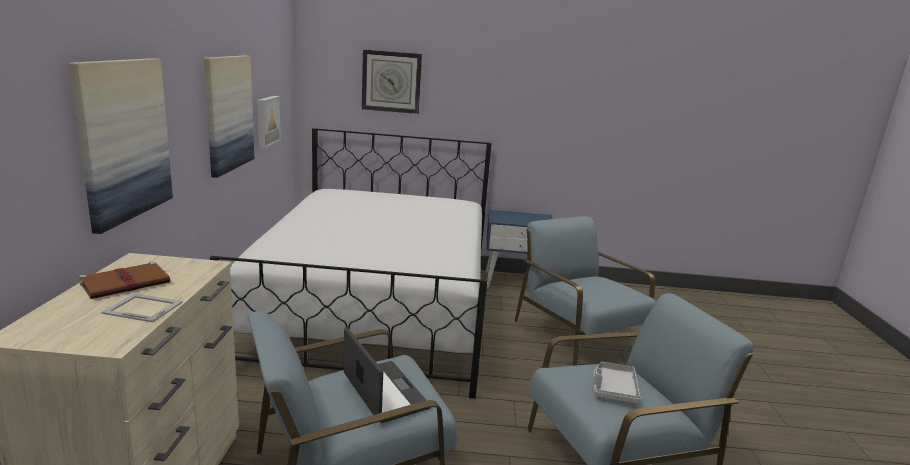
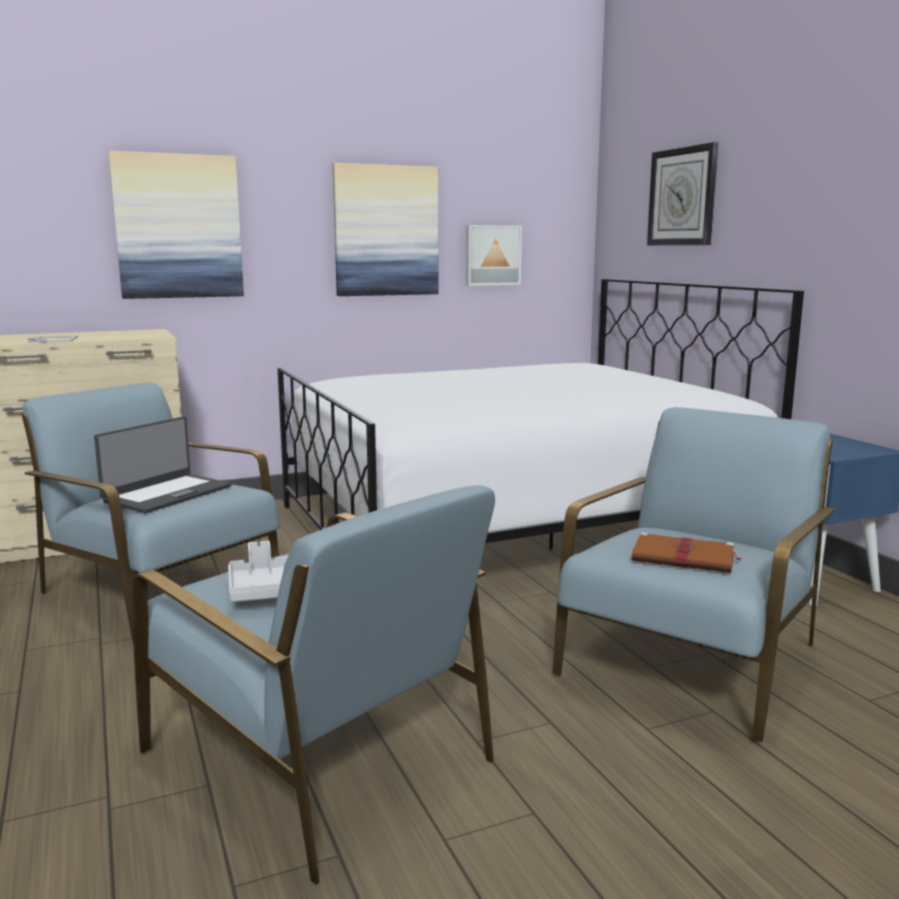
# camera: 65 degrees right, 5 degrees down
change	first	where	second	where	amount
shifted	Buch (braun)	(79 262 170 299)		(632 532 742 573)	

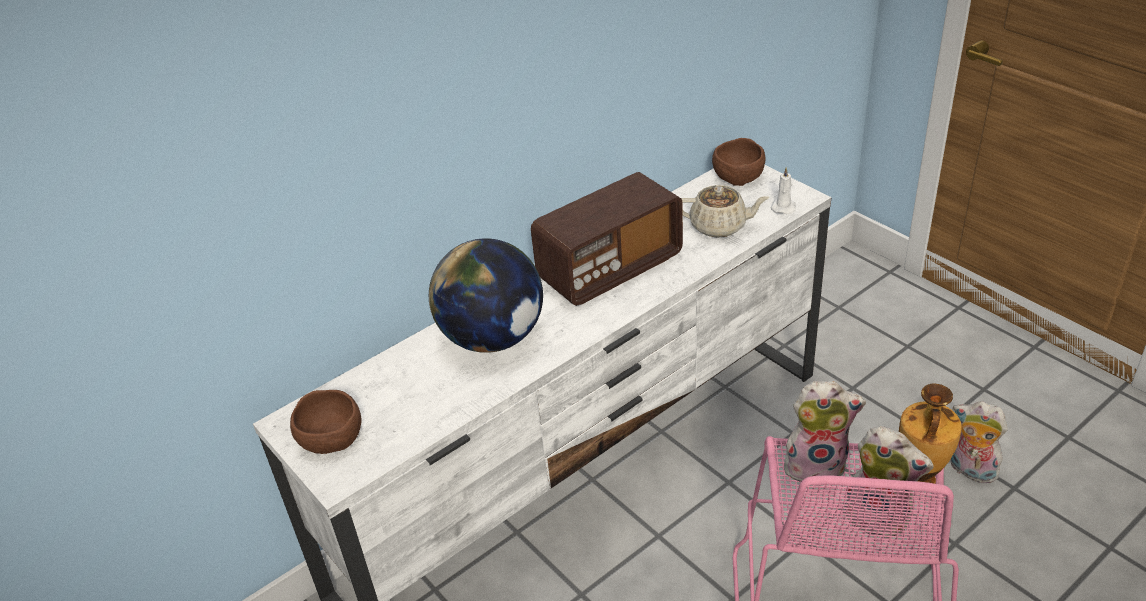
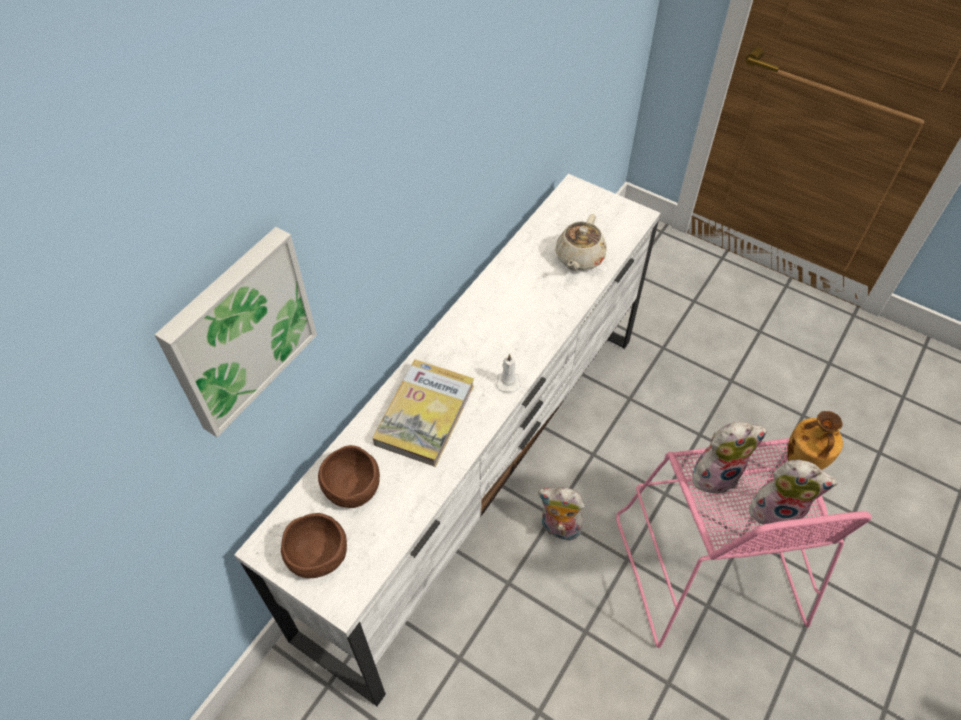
# camera: 20 degrees left, 15 degrees up
change	first	where	second	where	amount
shifted	Schüssel (braun)	(712 138 765 186)		(318 445 380 508)	
shifted	Kerze (weiß)	(771 167 796 214)		(496 353 521 392)	
gone	Radio	(531 172 683 306)			
rotated	Teekanne (beige)	(681 185 770 238)		(555 214 607 271)	120 degrees clockwise
swapped	Globus	(429 238 543 353)	Buch	(372 359 474 467)	
shifted	Plüschtier	(950 401 1008 483)		(538 487 585 541)	
new			Bild	(155 227 317 437)	

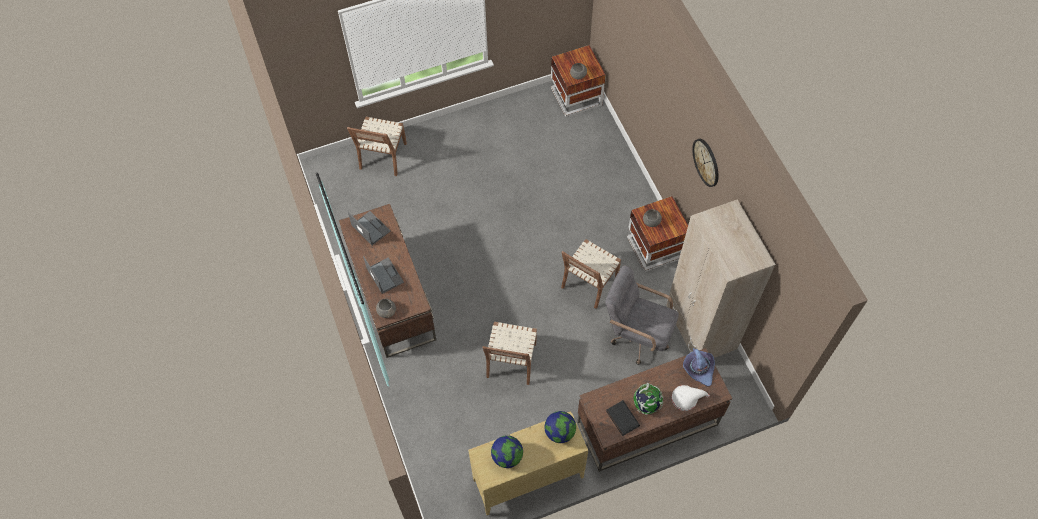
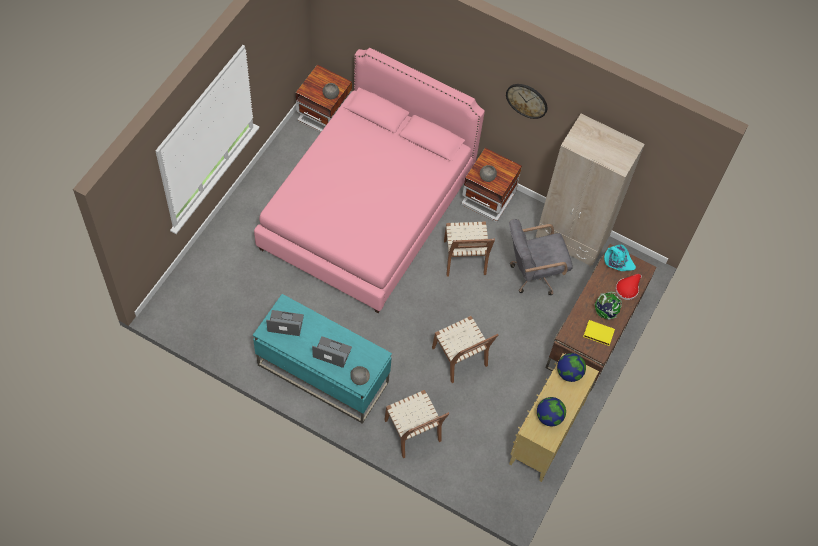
# camera: 45 degrees left, 0 degrees up
change	first	where	second	where	amount
shifted	Stuhl	(347 117 407 176)		(385 390 449 458)	
repainted	Schreibtisch (braun)	(339 204 436 358)	Schreibtisch (türkis)	(253 294 392 424)	
repainted	Hut (lila)	(683 348 715 386)	Hut (türkis)	(604 244 636 271)	
repainted	Hut (weiß)	(671 385 710 411)	Hut (rot)	(615 274 642 300)	
repainted	Buch (schwarz)	(606 400 640 436)	Buch (gelb)	(583 320 615 346)	
new			Bett (rosa)	(254 48 485 313)	

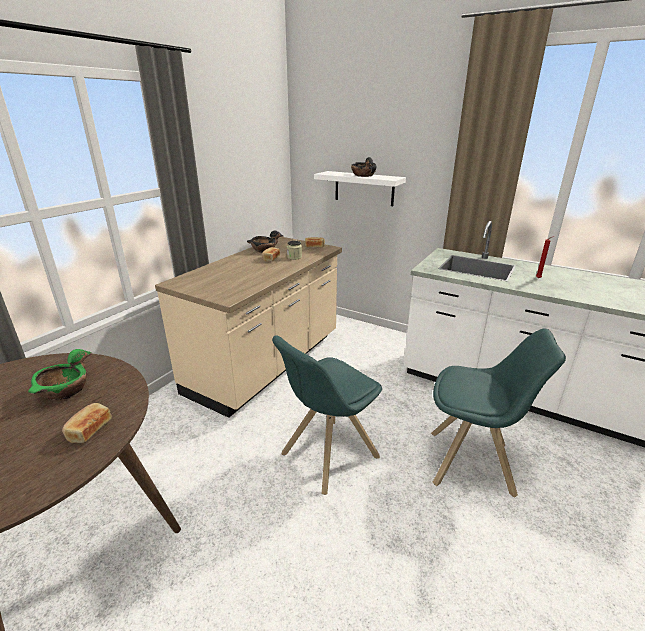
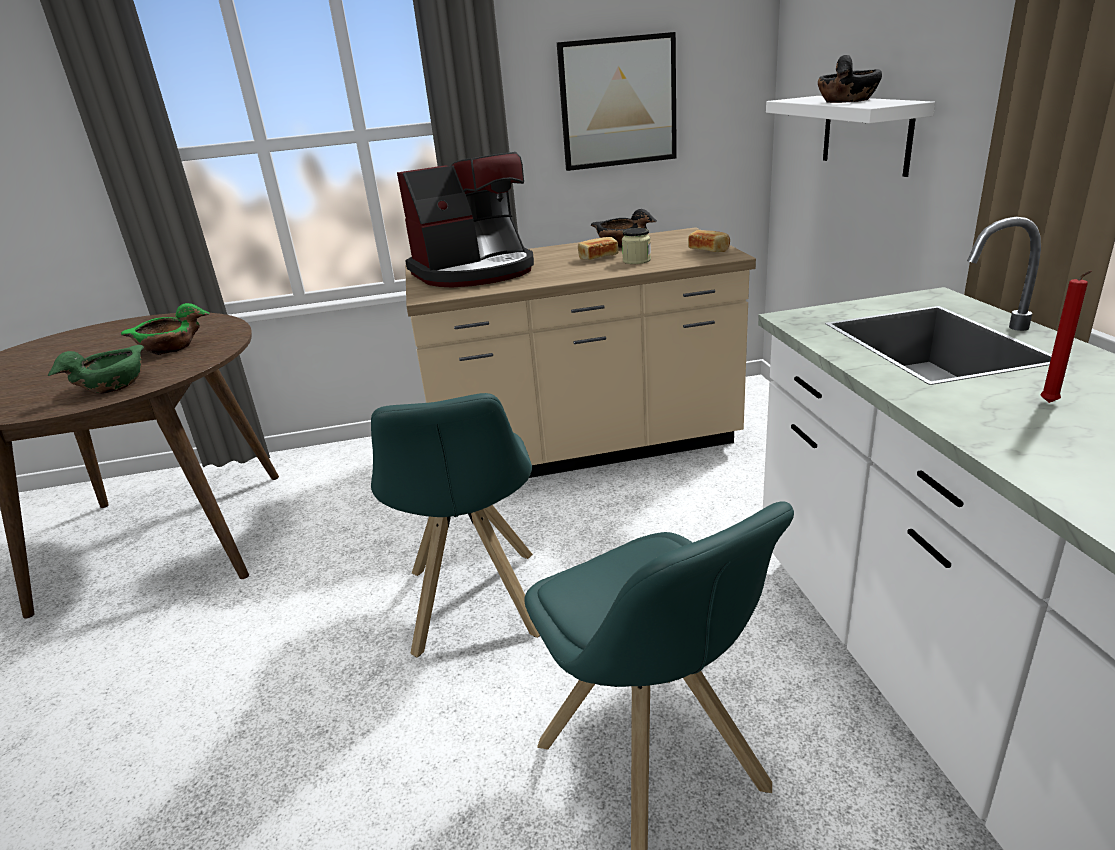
# camera: 50 degrees right, 0 degrees up
change	first	where	second	where	amount
rotated	Stuhl (türkis)	(272 336 382 495)		(371 393 540 657)	105 degrees counterclockwise
swapped	Brot	(62 403 112 443)	Schüssel (grün)	(48 345 144 394)	
new			Bild	(557 32 677 171)	
new			Kaffeemaschine	(397 152 534 288)	

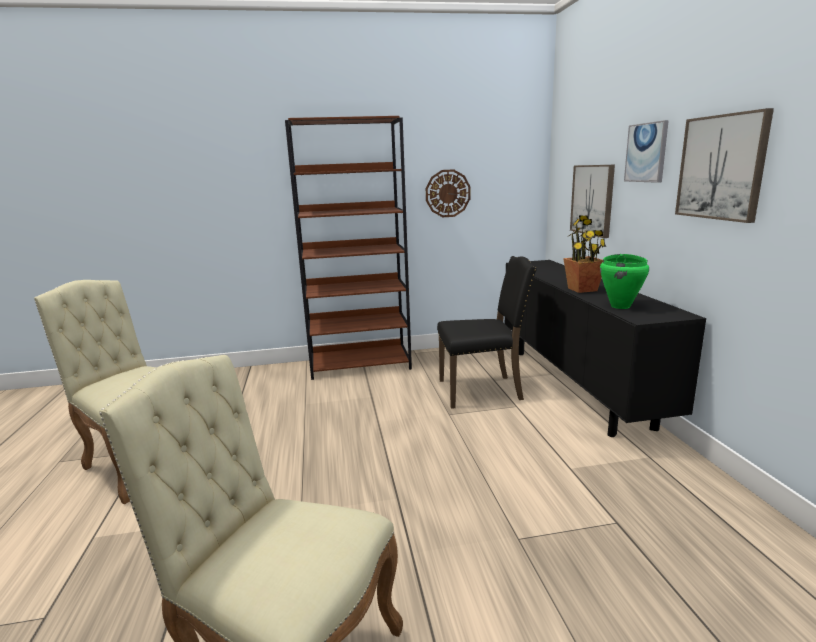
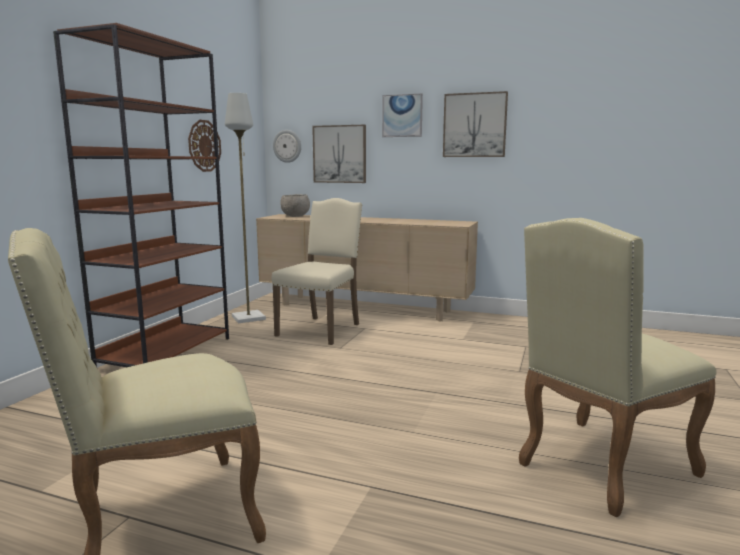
# camera: 60 degrees left, 5 degrees down
change	first	where	second	where	amount
gone	Topfpflanze	(563 216 606 293)			
gone	Kochtopf (grün)	(600 254 649 309)			
repainted	Stuhl (schwarz)	(437 256 537 409)	Stuhl (beige)	(271 198 362 345)	
repainted	Schrank (schwarz)	(505 260 706 437)	Schrank (beige)	(256 214 478 321)	
new			Stehlampe (grau)	(225 93 266 323)	
new			Wanduhr	(273 130 301 163)	
new			Schüssel (grau)	(280 194 310 217)	

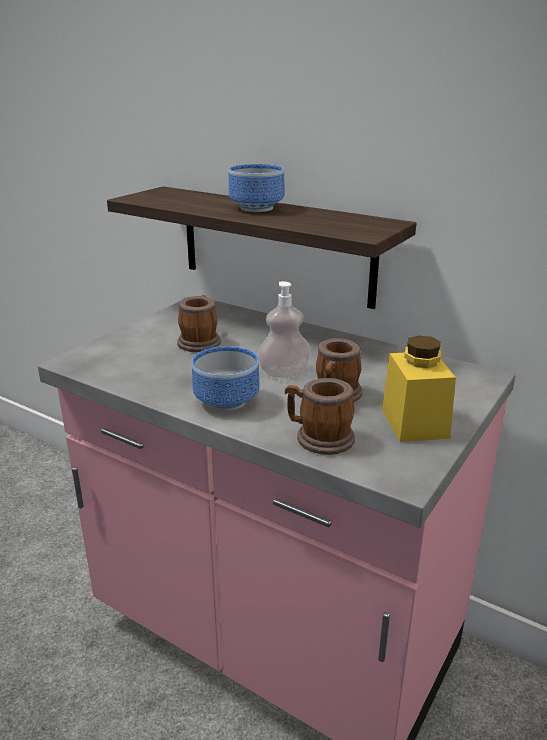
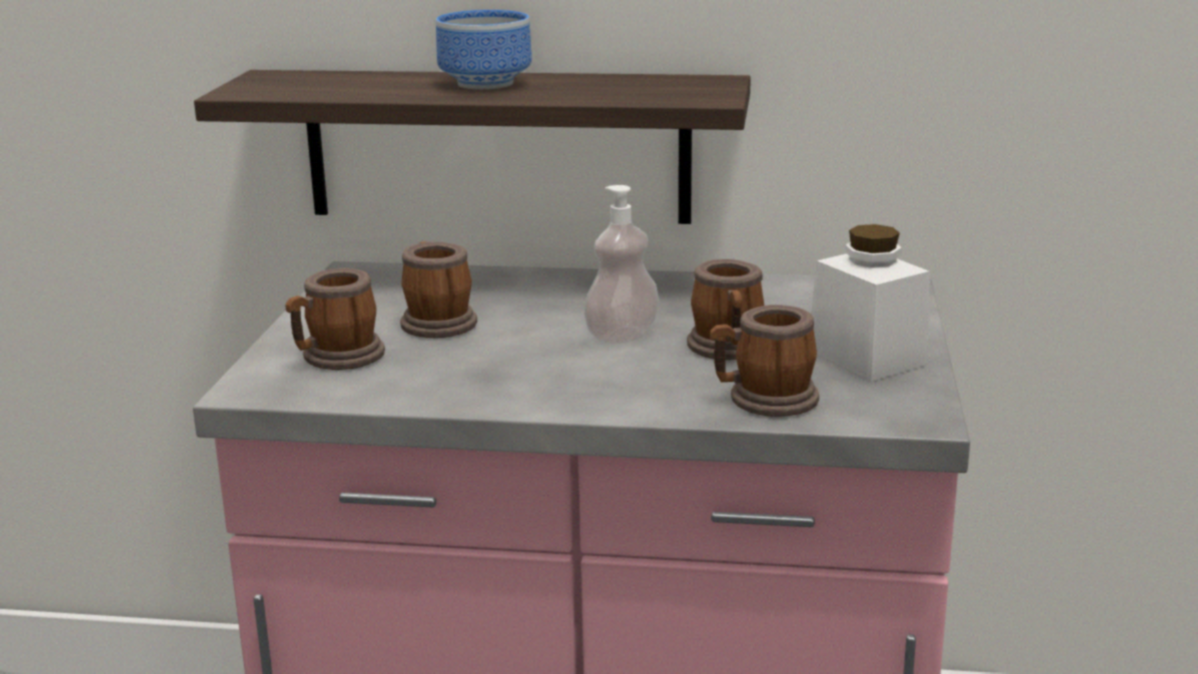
# camera: 25 degrees left, 5 degrees down
change	first	where	second	where	amount
repainted	Vorratsglas (gelb)	(382 336 456 442)	Vorratsglas (weiß)	(811 224 930 382)	
gone	Schüssel	(192 346 260 411)			
new			Henkelbecher	(285 268 385 370)	

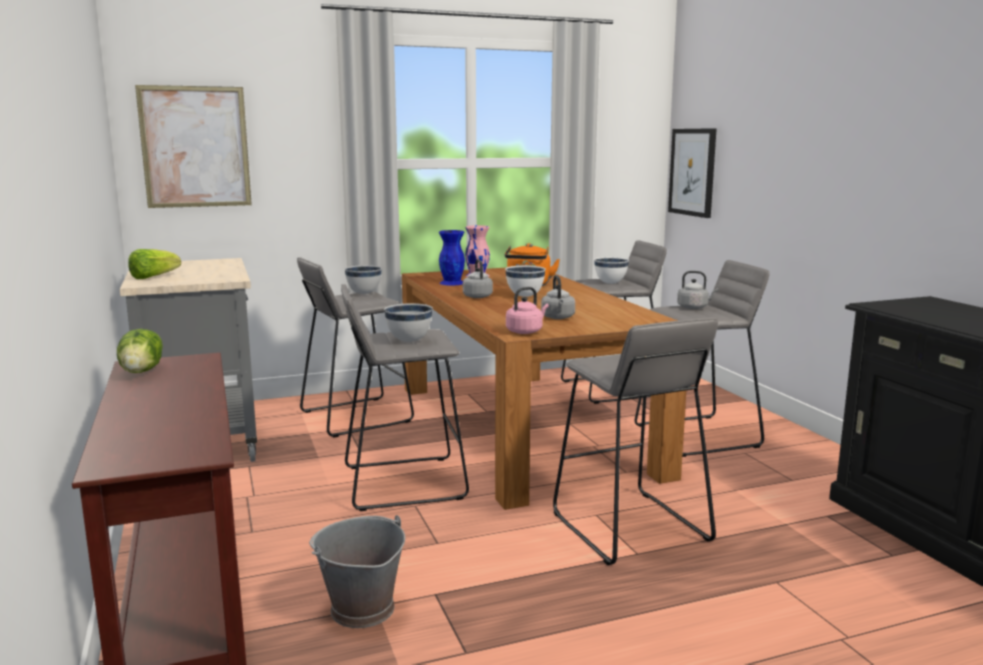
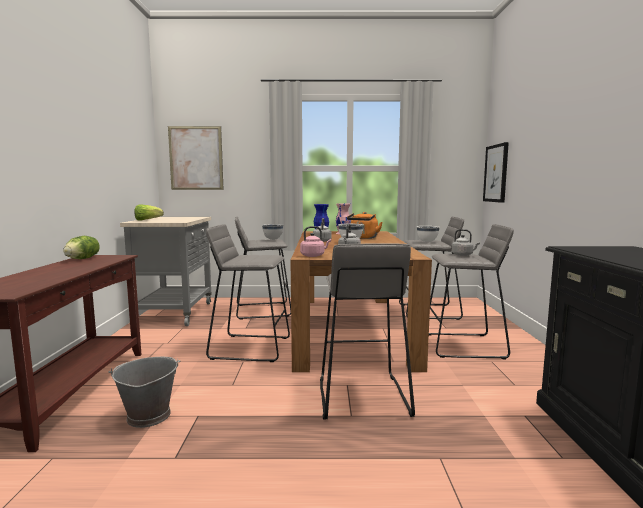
# camera: 20 degrees right, 5 degrees down
change	first	where	second	where	amount
gone	Schüssel (weiß)	(384 303 433 342)			

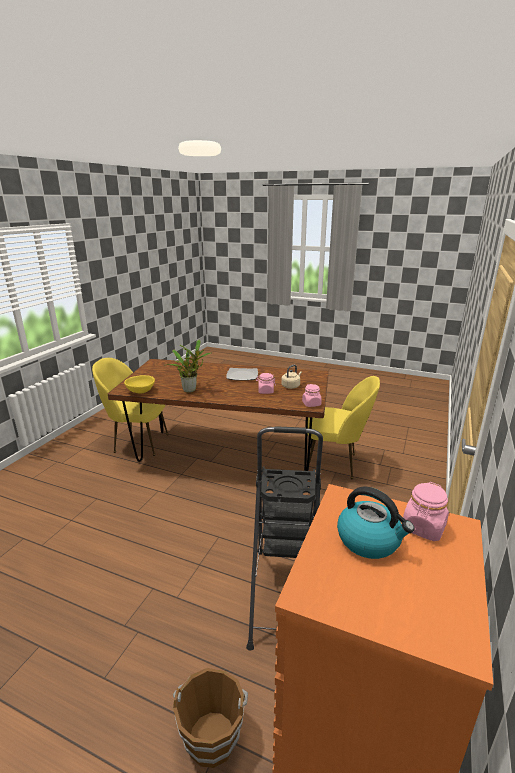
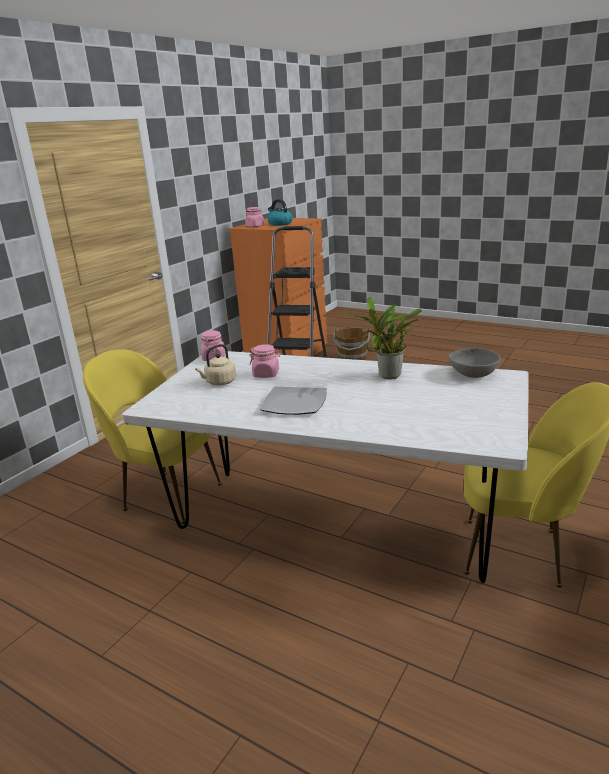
# camera: 170 degrees left, 0 degrees up
change	first	where	second	where	amount
repainted	Esstisch (braun)	(108 359 329 471)	Esstisch (weiß)	(122 351 529 583)	
repainted	Schüssel (gelb)	(124 375 155 393)	Schüssel (grau)	(448 348 501 378)	

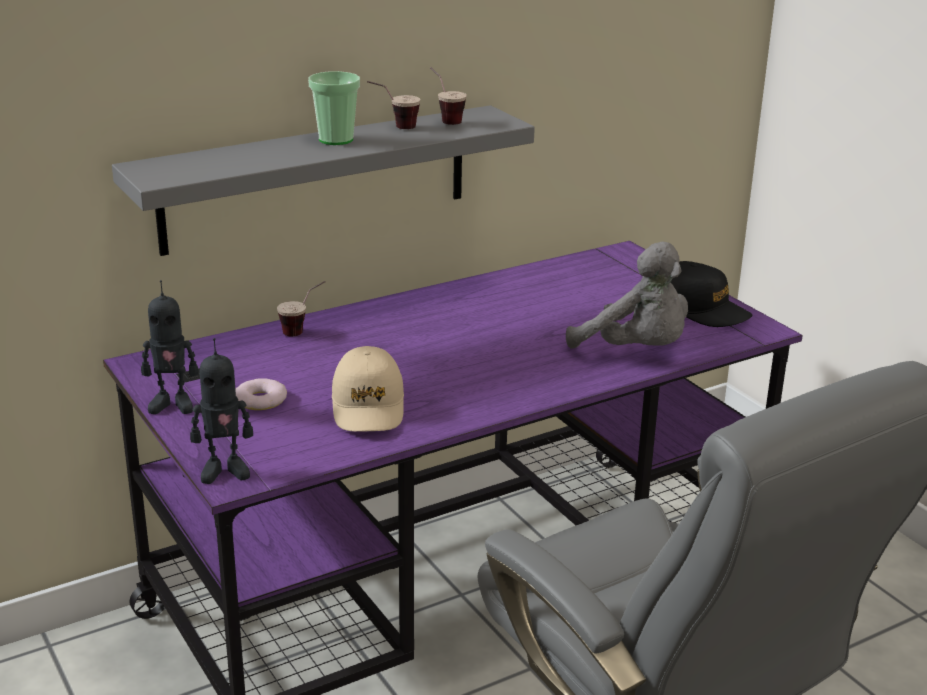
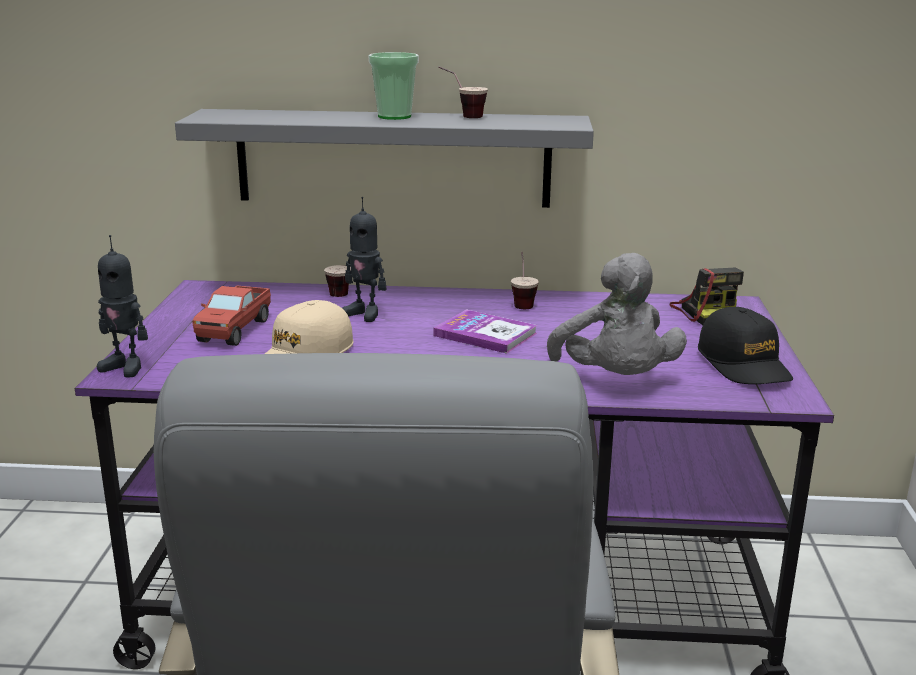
# camera: 35 degrees right, 5 degrees down
change	first	where	second	where	amount
shifted	Tasse	(430 67 467 125)		(511 252 539 309)	
shifted	Spielzeugroboter	(141 280 199 414)		(342 197 386 322)	
swapped	Donut	(235 378 287 410)	Spielzeuglaster	(192 286 271 346)	
new			Kamera	(669 268 744 325)	
new			Buch	(433 309 537 354)	

